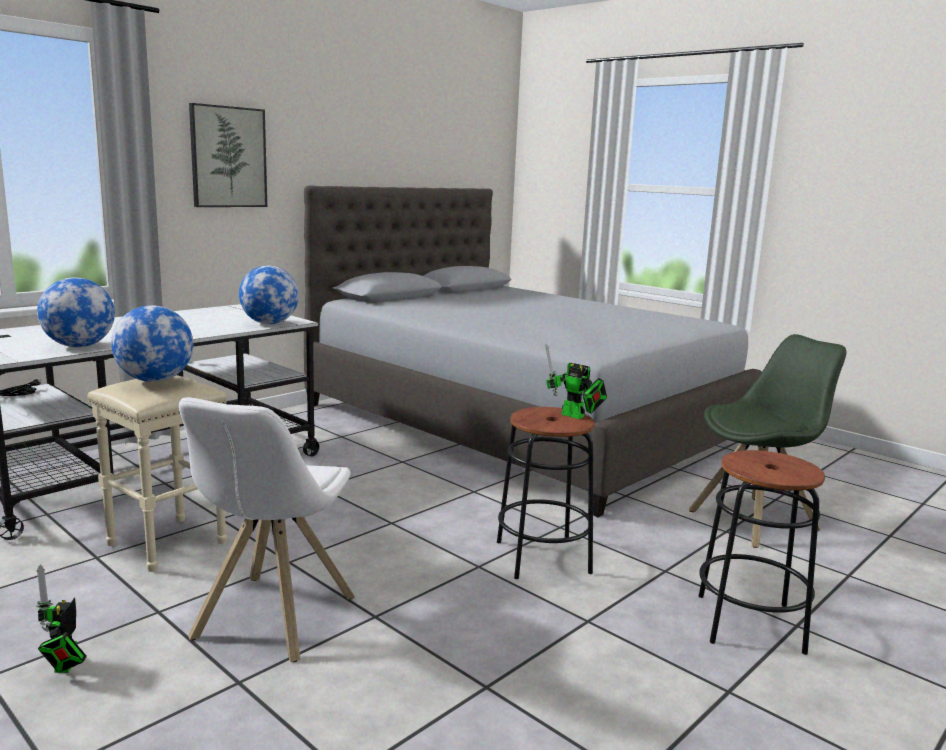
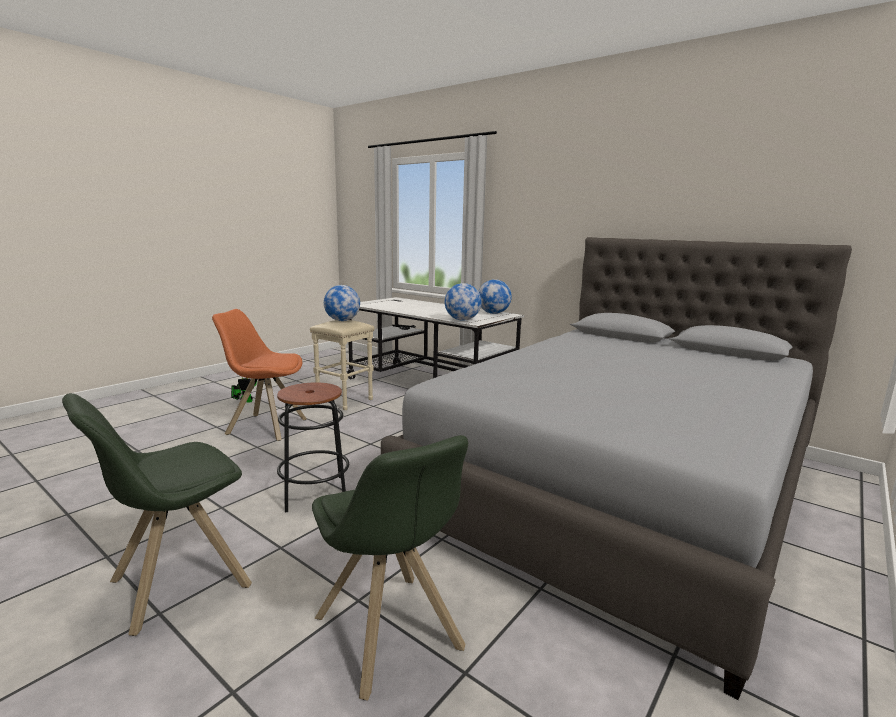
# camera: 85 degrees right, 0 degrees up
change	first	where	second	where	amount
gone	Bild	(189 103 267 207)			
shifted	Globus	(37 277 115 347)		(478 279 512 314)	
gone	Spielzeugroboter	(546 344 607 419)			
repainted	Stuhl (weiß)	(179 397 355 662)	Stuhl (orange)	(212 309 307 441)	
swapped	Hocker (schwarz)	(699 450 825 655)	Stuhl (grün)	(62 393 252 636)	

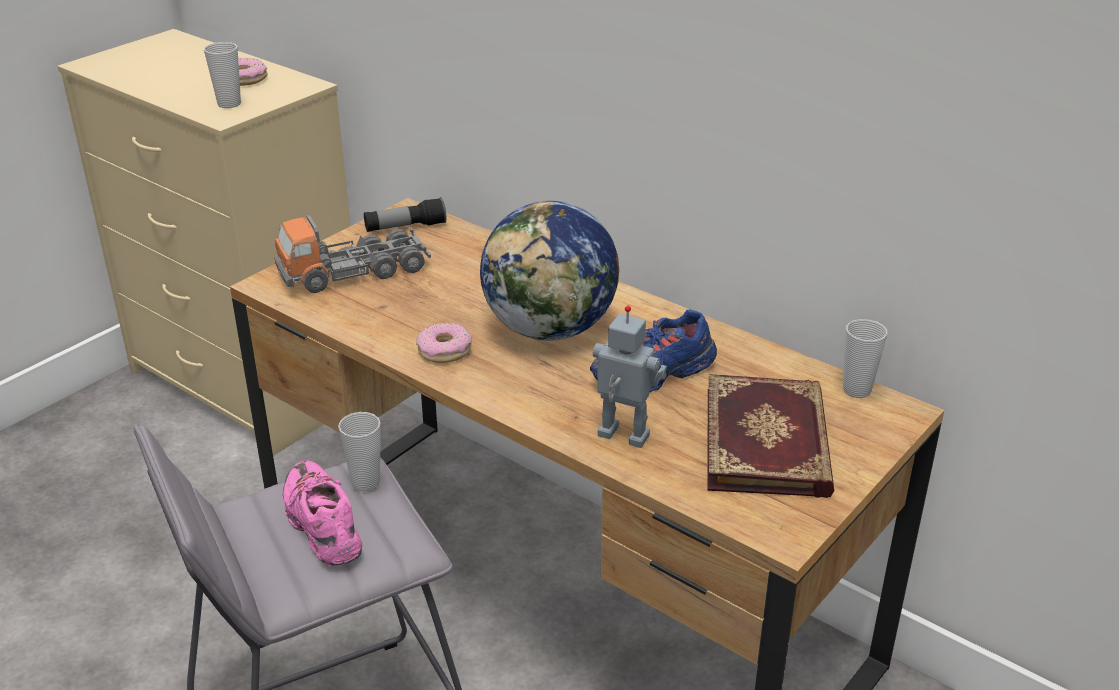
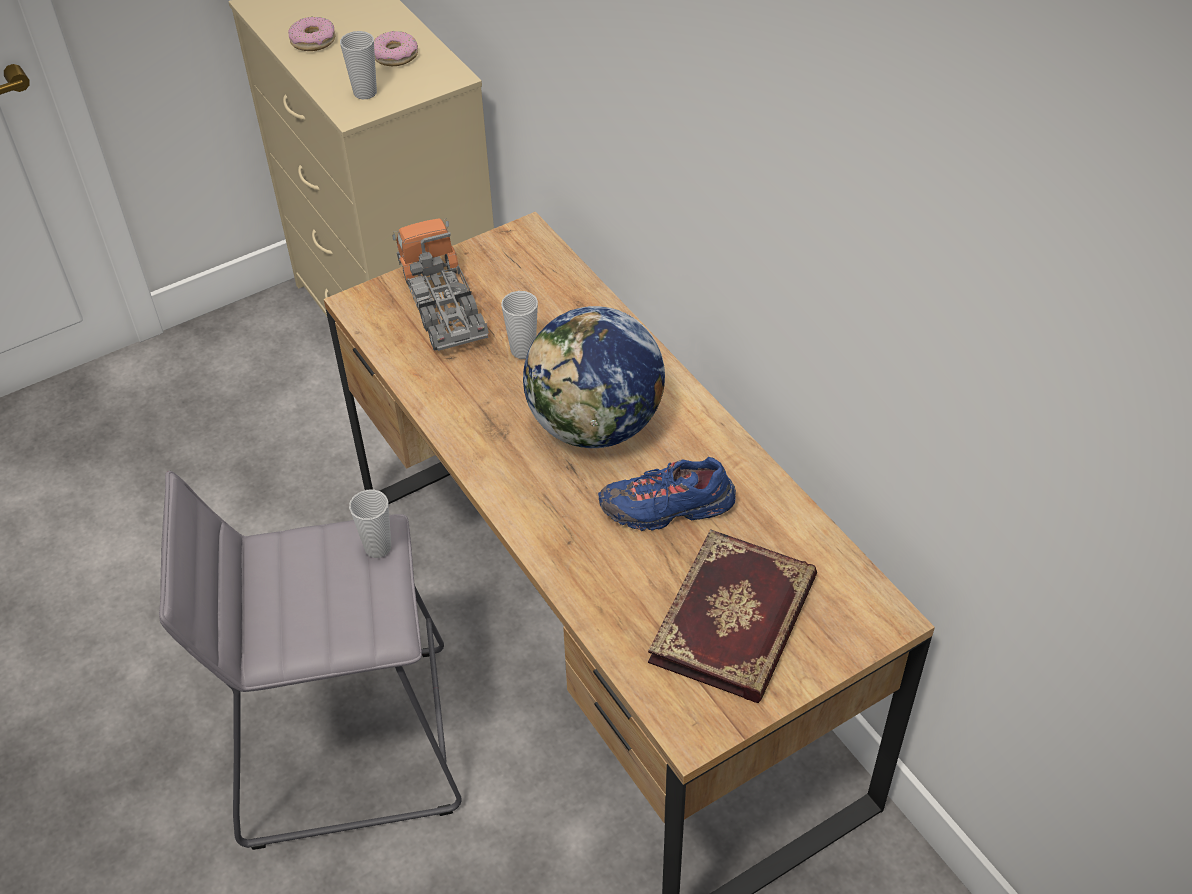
# camera: 20 degrees right, 15 degrees up
change	first	where	second	where	amount
gone	Taschenlampe	(364 197 446 232)			
rotated	Spielzeuglaster	(274 215 431 293)		(392 218 489 351)	75 degrees clockwise
gone	Spielzeugroboter	(593 306 667 448)			
shifted	Tasse	(843 319 888 398)		(501 291 538 359)	
shifted	Donut	(416 323 472 363)		(288 17 335 51)	
gone	Schuh (rosa)	(283 460 362 566)			

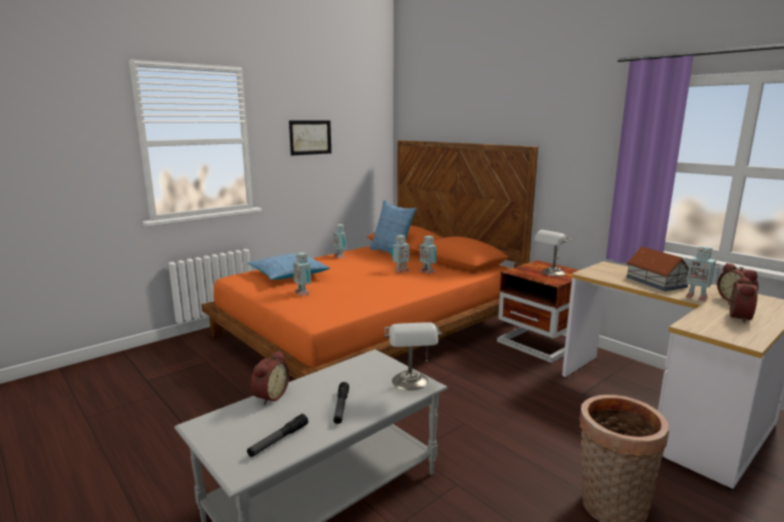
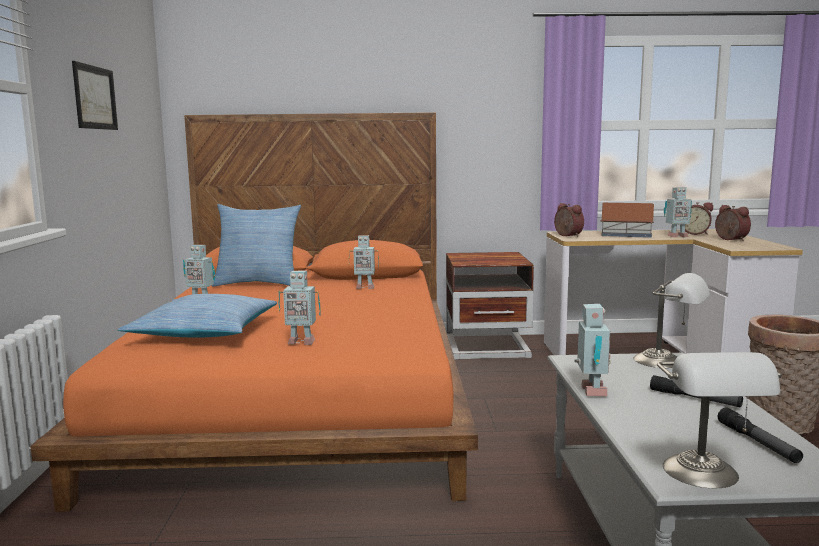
# camera: 50 degrees left, 5 degrees down
change	first	where	second	where	amount
shifted	Tischlampe (weiß)	(534 230 572 276)		(657 352 782 488)	
shifted	Spielzeugroboter	(391 235 410 273)		(574 304 611 397)	
shifted	Wecker	(251 350 289 405)		(554 203 584 237)	

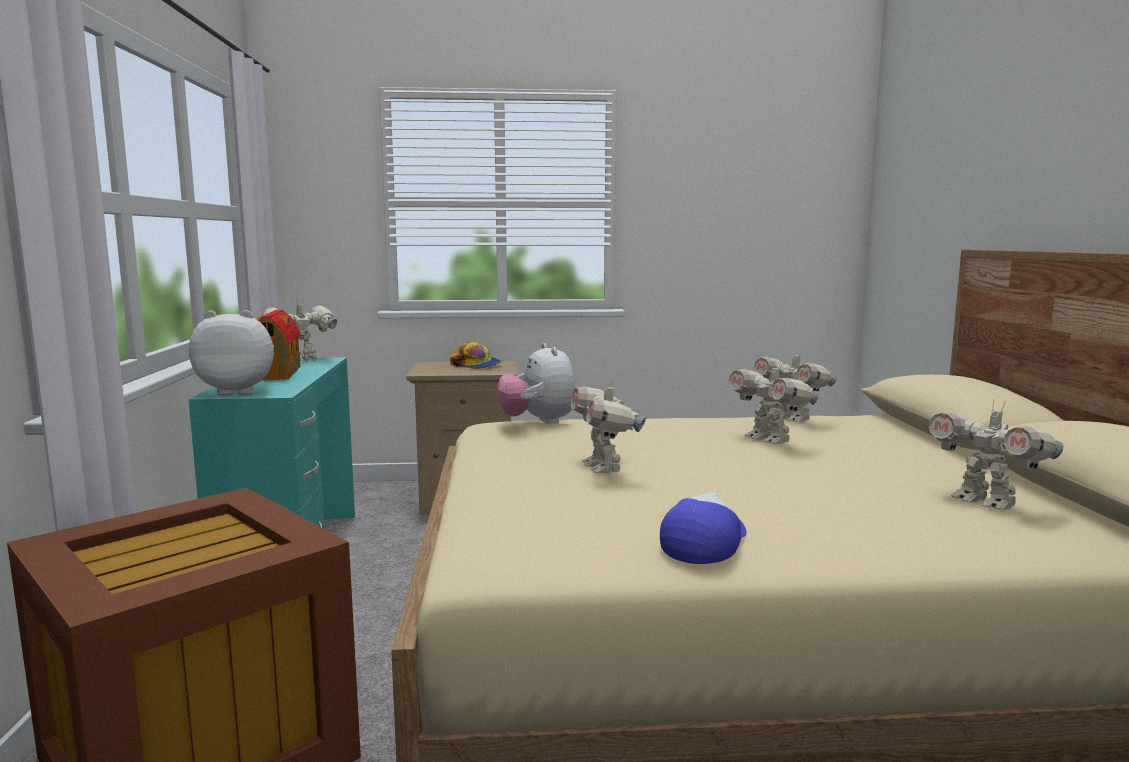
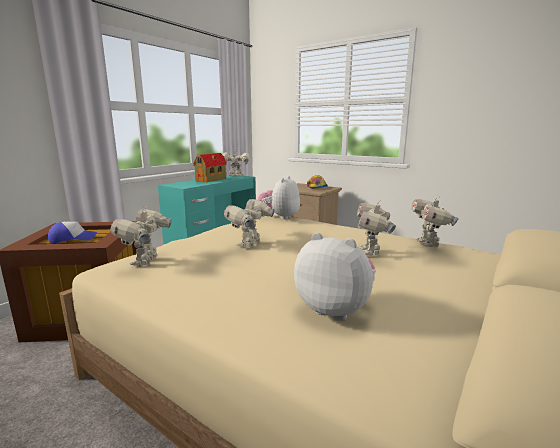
# camera: 40 degrees right, 5 degrees up
change	first	where	second	where	amount
shifted	Plüschtier	(189 310 274 395)		(294 232 376 321)	
shifted	Spielzeugroboter	(929 399 1063 510)		(110 205 172 266)	
shifted	Kappe	(660 492 747 564)		(48 221 97 243)	

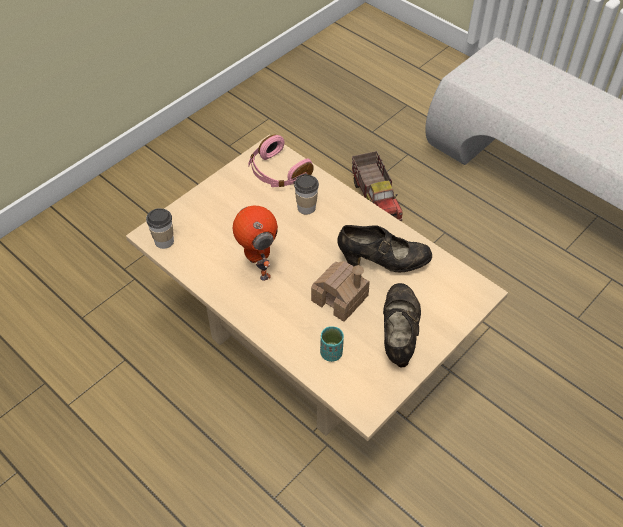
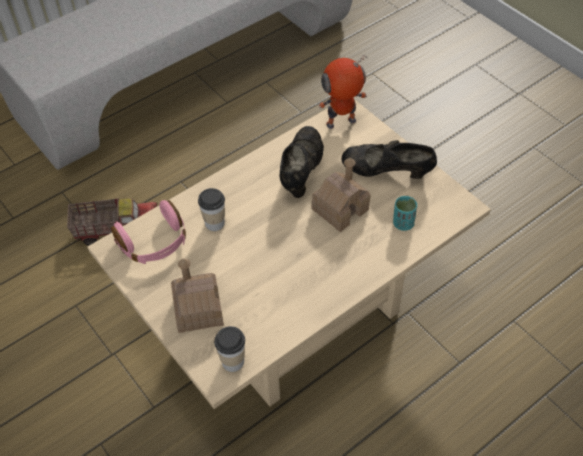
# camera: 80 degrees left, 0 degrees up
change	first	where	second	where	amount
shifted	Spielzeugroboter	(233 206 278 281)		(318 55 367 129)	
new			Spielzeughaus	(171 259 224 333)	

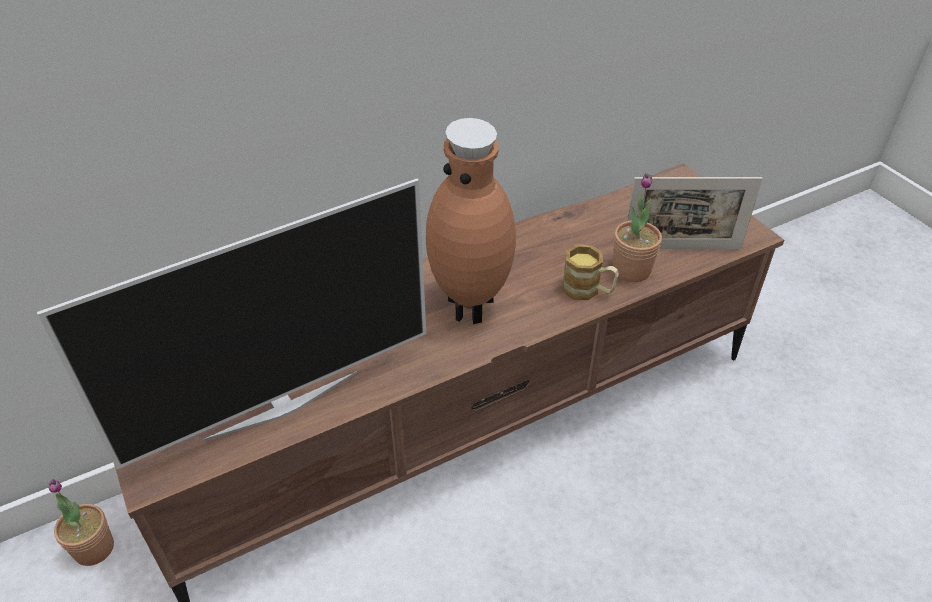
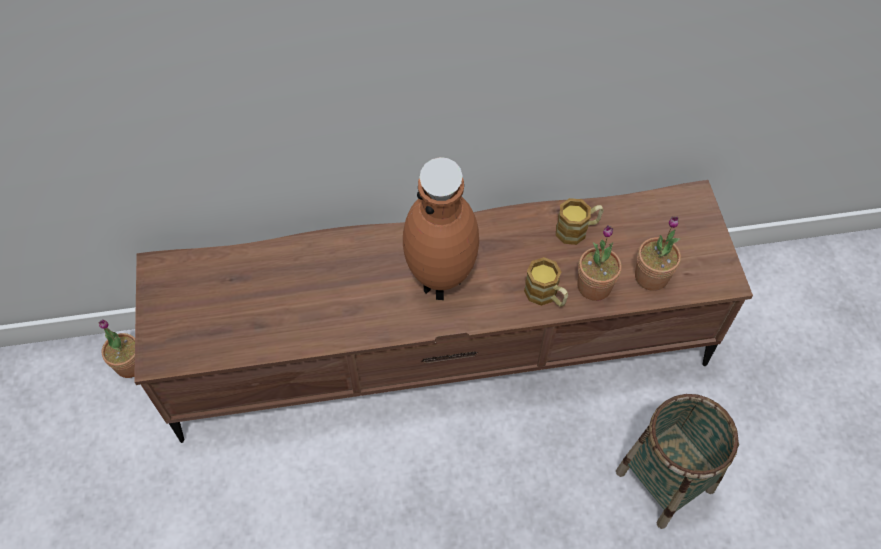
# camera: 20 degrees right, 15 degrees up
change	first	where	second	where	amount
swapped	Bilderrahmen	(627 177 763 249)	Topfpflanze	(635 216 681 291)	
gone	Fernseher	(37 179 426 469)			
new			Henkelbecher	(556 198 604 245)	
new			Korb	(616 394 739 529)	

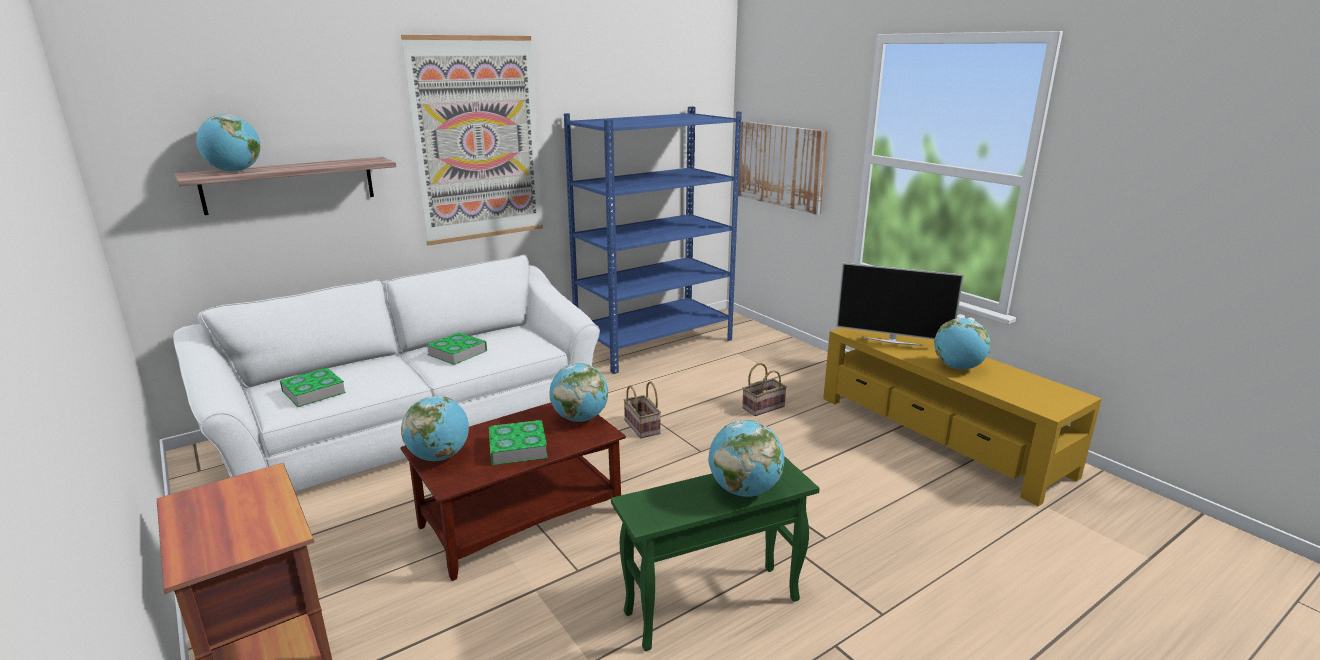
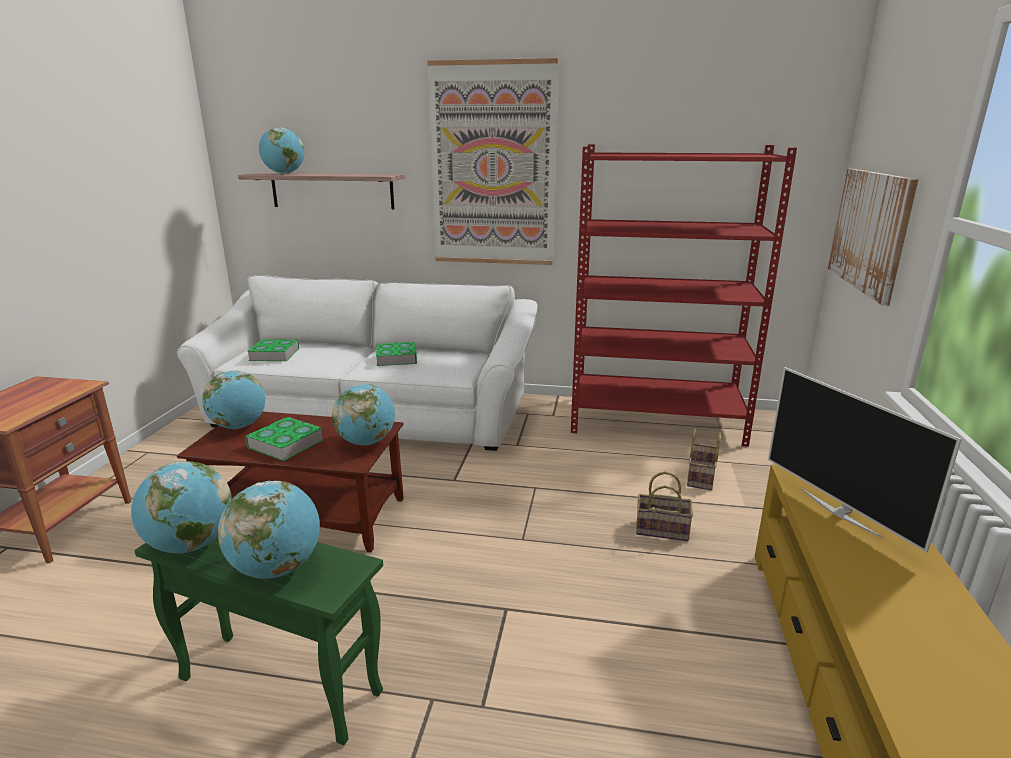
# camera: 45 degrees right, 0 degrees up
change	first	where	second	where	amount
repainted	Bücherregal (blau)	(564 107 742 374)	Bücherregal (rot)	(571 144 797 447)	
shifted	Globus	(934 318 991 370)		(131 461 232 553)	
shifted	Korb	(624 381 661 438)		(687 429 721 490)	

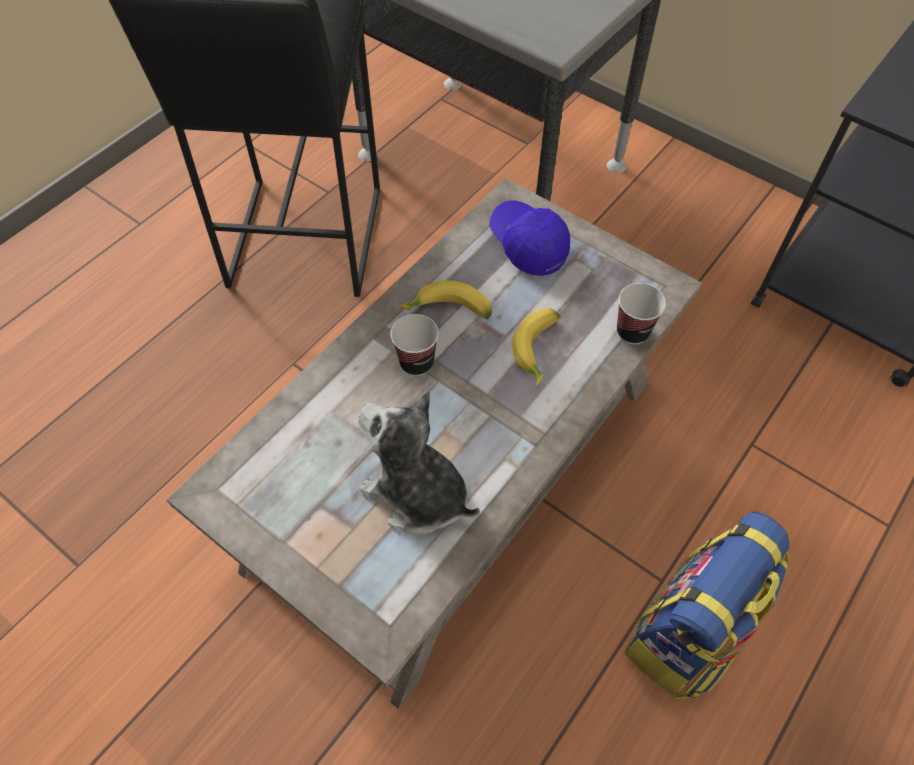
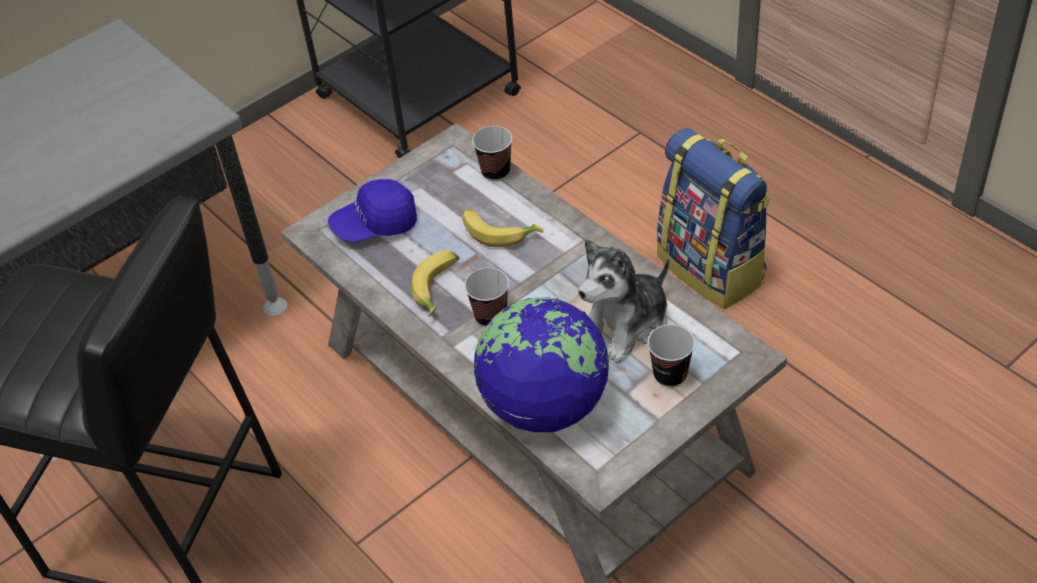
# camera: 75 degrees left, 10 degrees down
change	first	where	second	where	amount
new			Globus	(474 297 609 432)	
new			Tasse	(647 325 695 387)	

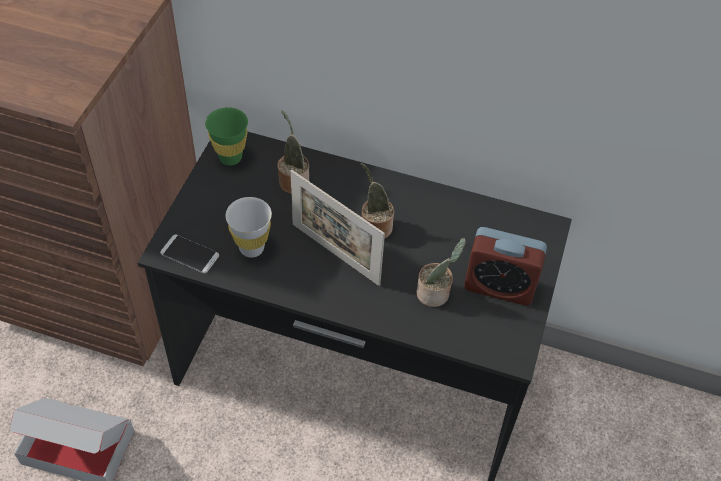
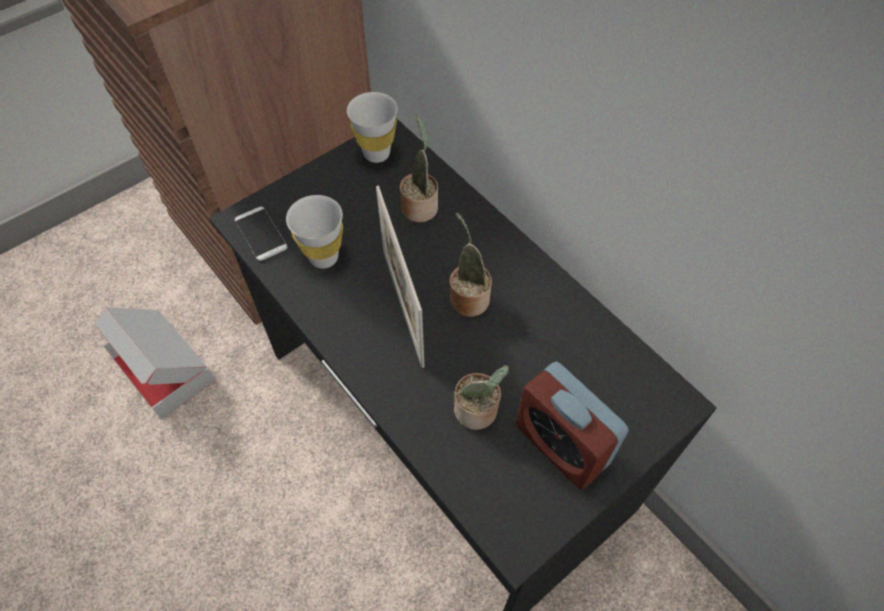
# camera: 35 degrees right, 5 degrees up
change	first	where	second	where	amount
repainted	Tasse (grün)	(205 107 248 166)	Tasse (weiß)	(347 92 398 163)	

